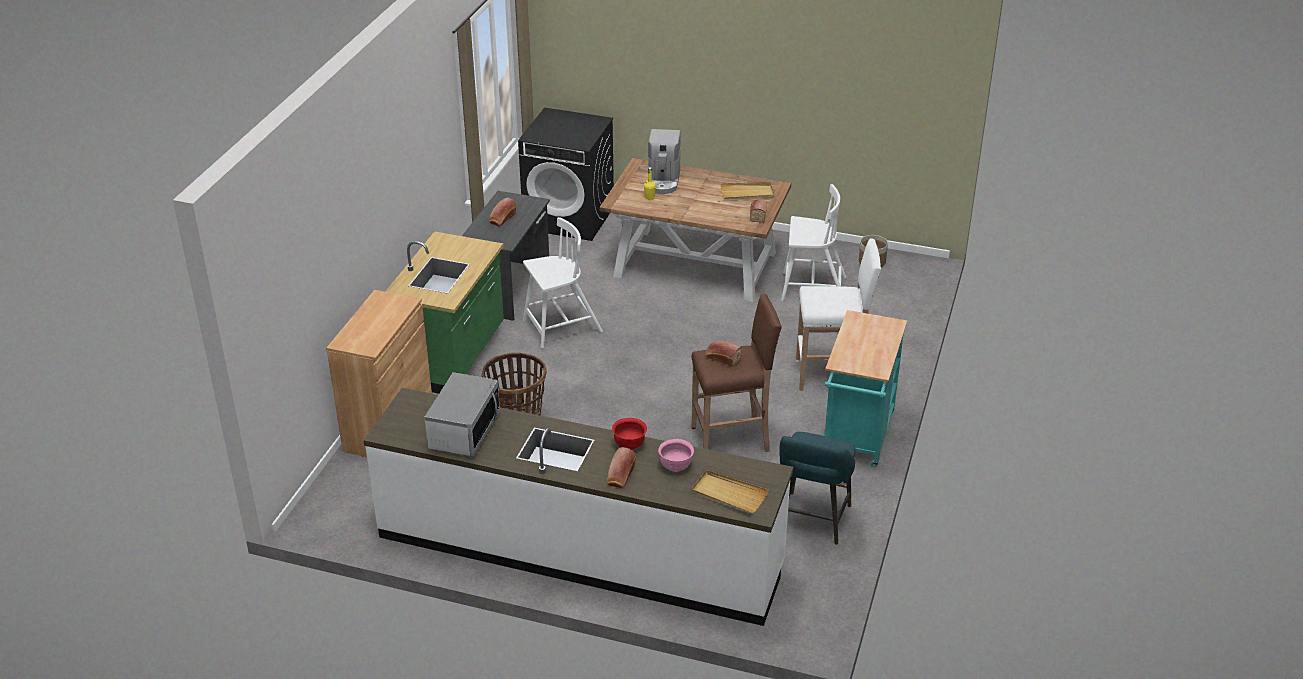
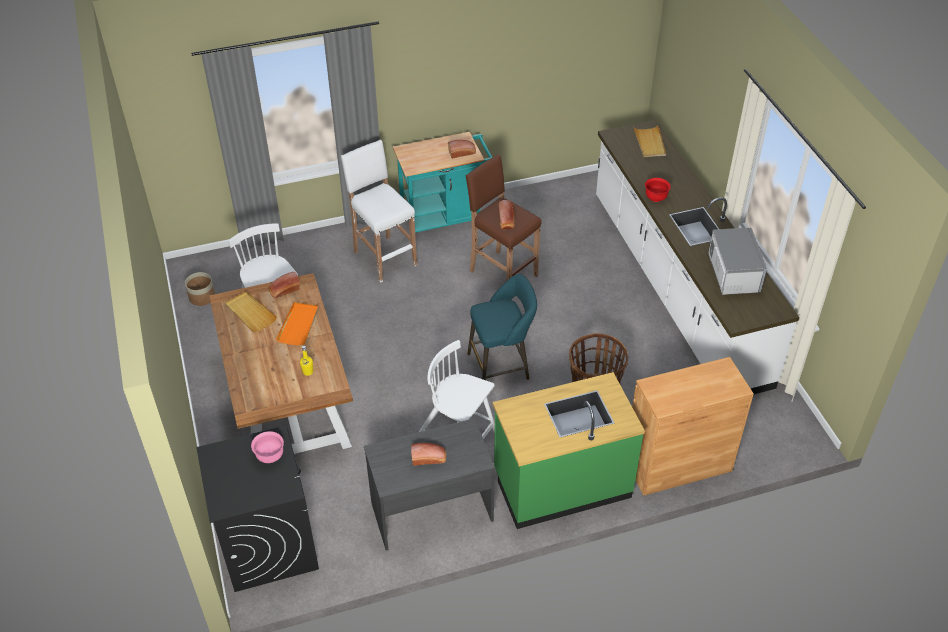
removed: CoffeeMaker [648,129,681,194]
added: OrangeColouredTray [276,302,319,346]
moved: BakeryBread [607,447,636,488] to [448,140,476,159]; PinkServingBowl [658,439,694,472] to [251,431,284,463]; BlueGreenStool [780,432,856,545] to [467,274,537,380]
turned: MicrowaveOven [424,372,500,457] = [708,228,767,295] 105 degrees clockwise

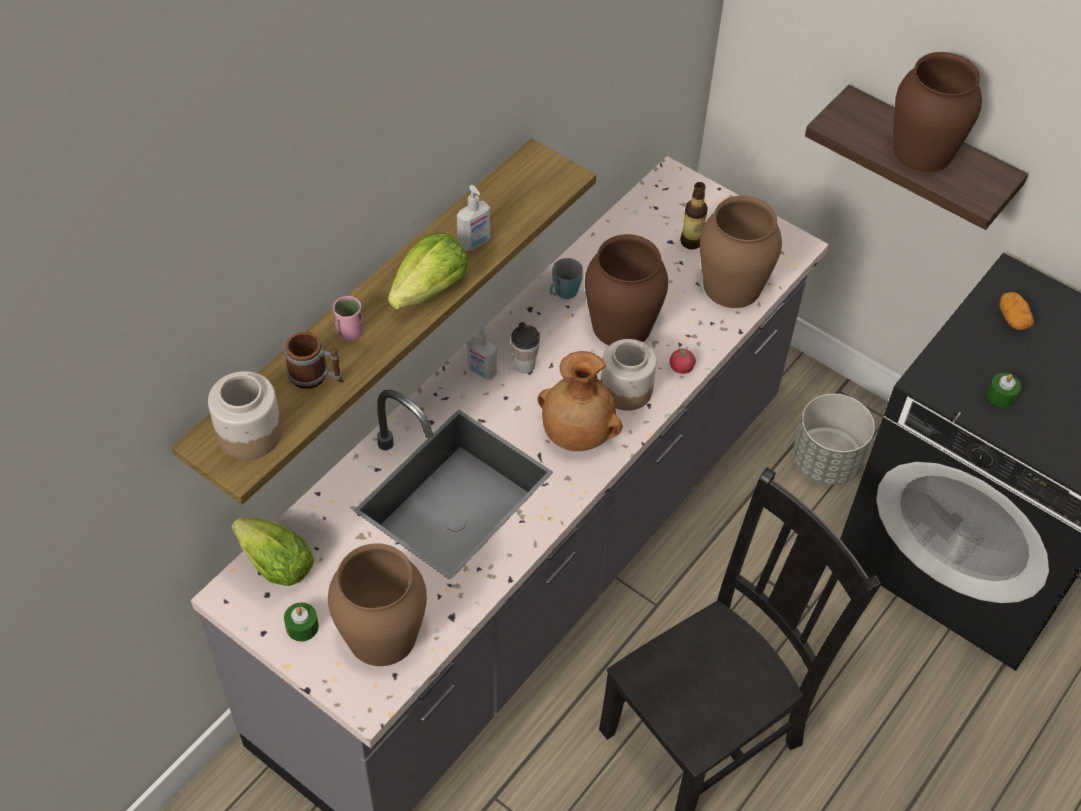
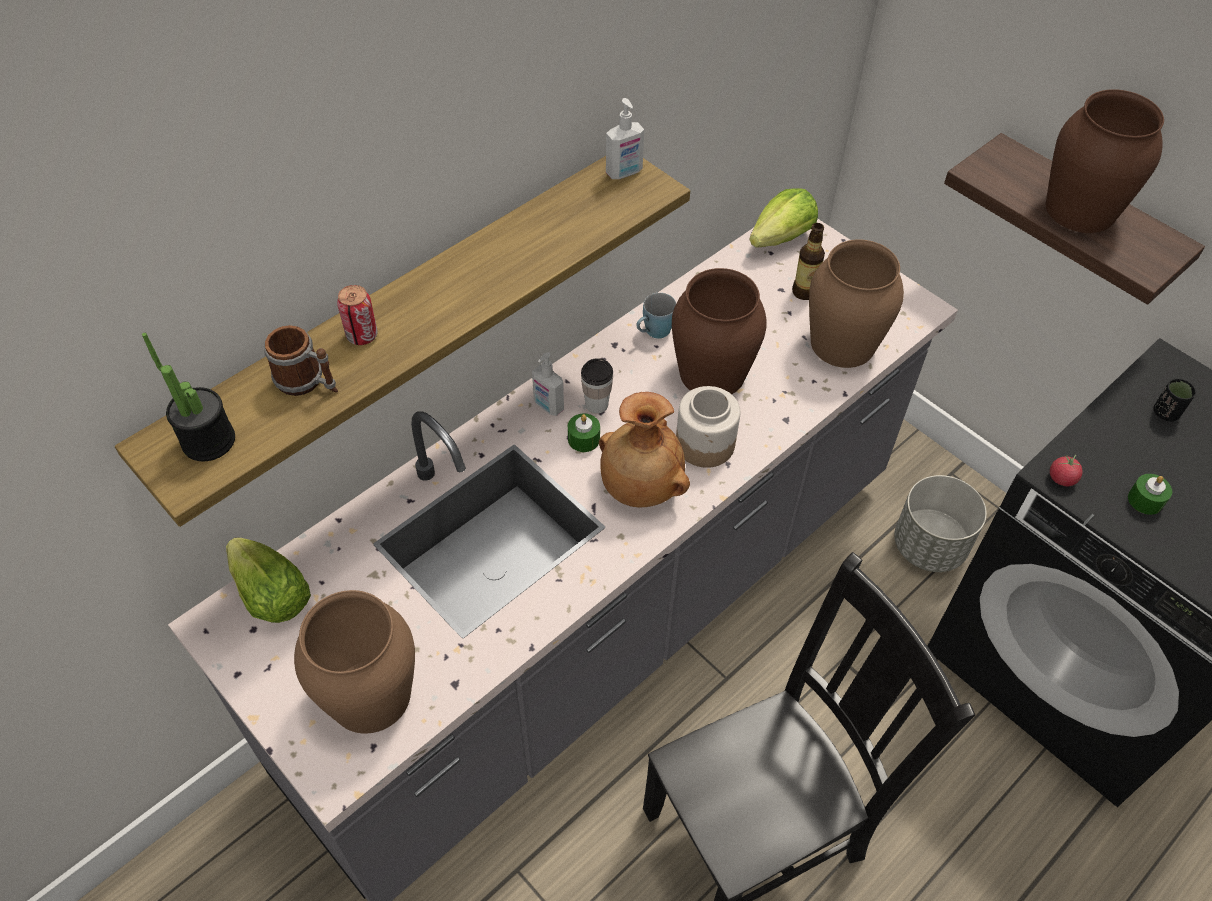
moved: GreenColouredCandle [284,602,319,641] to [568,413,600,452]; HeadOfLettuce [388,233,468,309] to [749,188,818,247]; SoapDispenser [457,185,490,251] to [606,98,644,179]; Tomato [670,346,695,374] to [1050,455,1083,486]
replaced: Jar [208,371,282,460] to PlantInAPot [142,333,235,461]; PinkDrinkingCup [333,296,364,341] to MetalCan [337,285,378,345]; Potato [999,292,1034,330] to BlackColouredDrinkingCup [1154,378,1196,421]

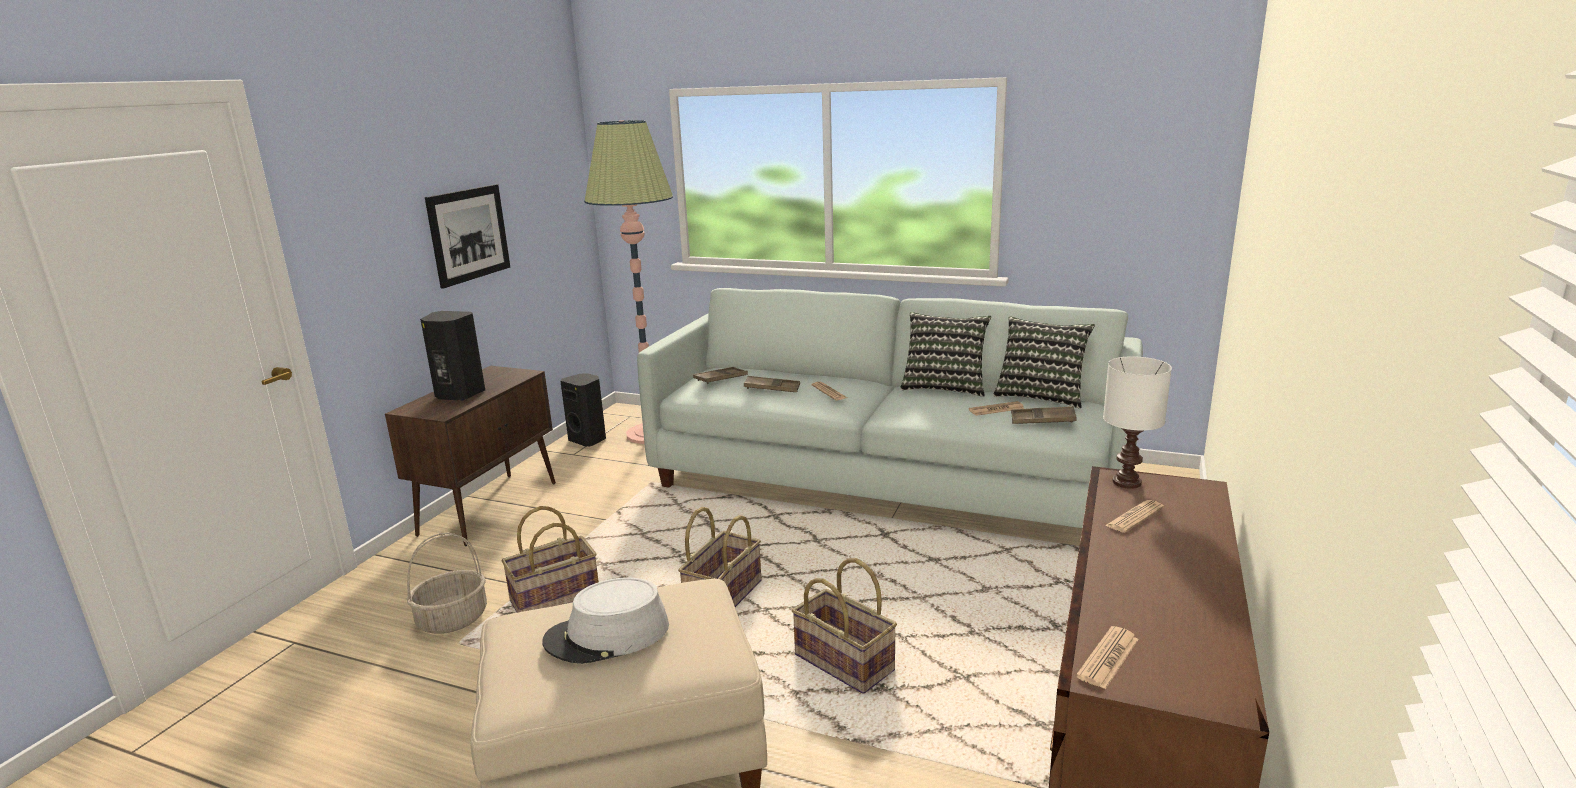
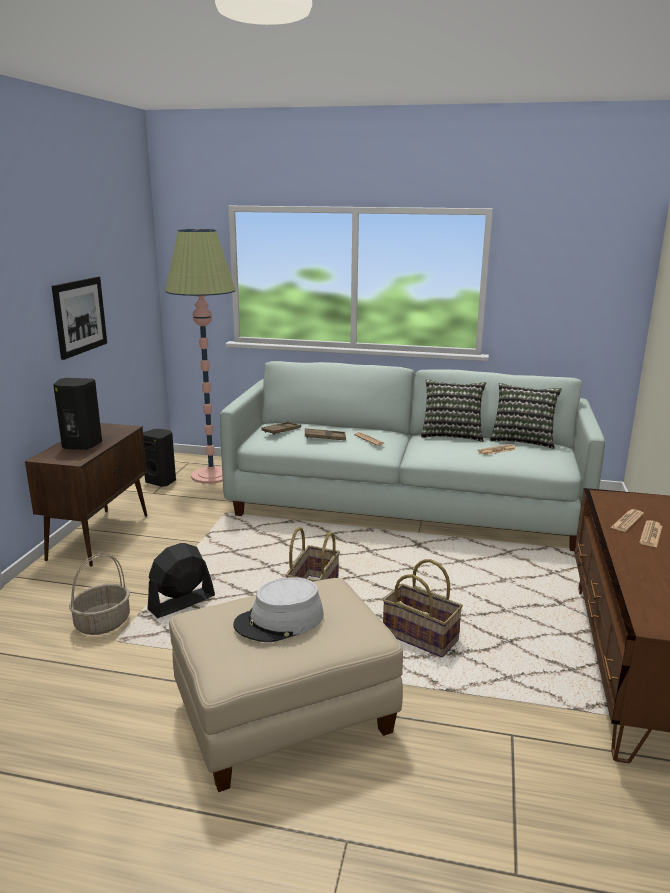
removed: BrownishTray [1011,406,1077,424]; WhiteLampForATable [1103,356,1172,489]
moved: DailyPaper [1076,626,1139,689] to [639,520,662,548]
replaced: HouseholdBasket [502,506,599,613] to BlackColouredCoolingFan [148,543,215,618]

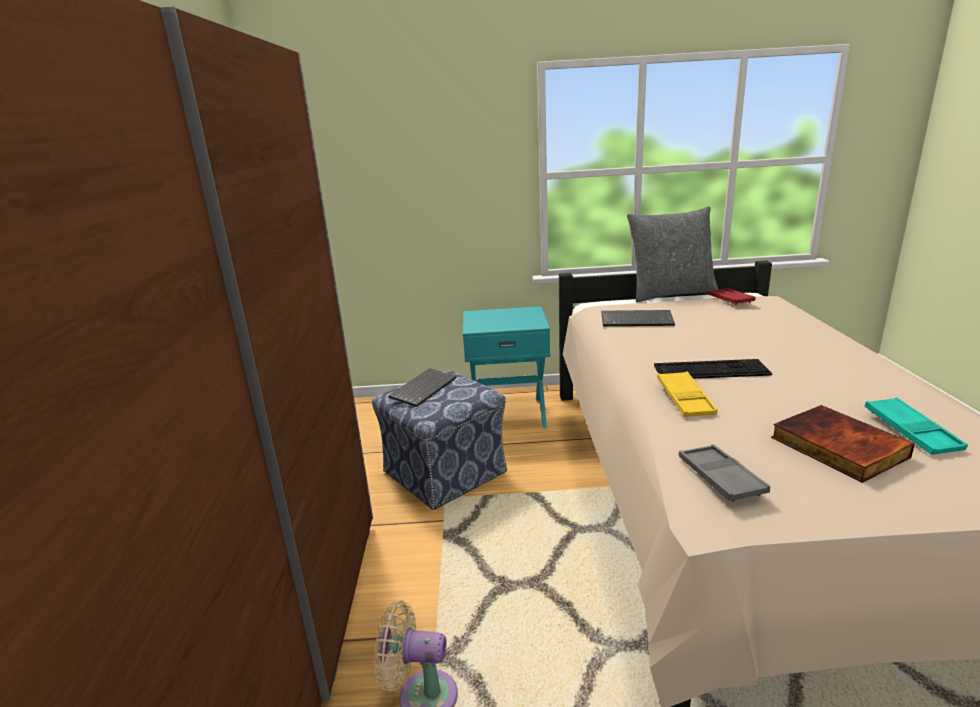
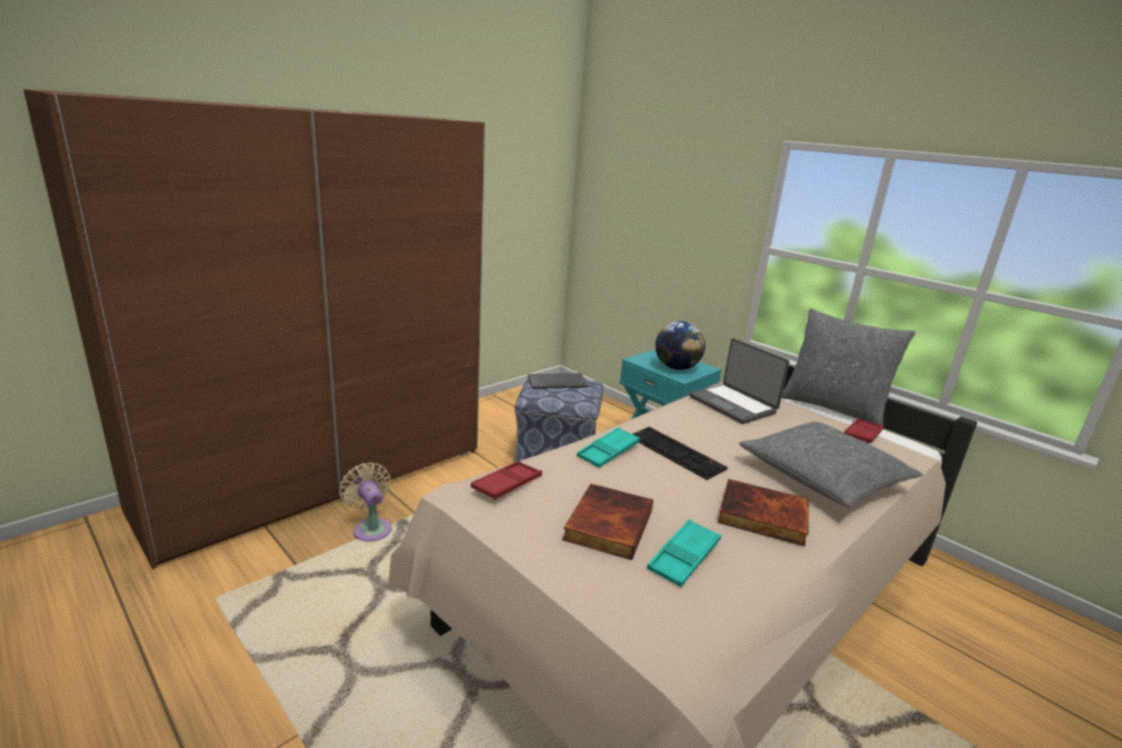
added: Globe [655,321,705,370]; BoundBook [718,479,809,546]; GrayThrowPillow [739,422,923,508]
replaced: Keyboard [601,310,675,326] to Laptop [689,338,790,424]
recoloured: YellowTray [657,372,718,417] to BlueGreenTray [577,427,640,468]; GrayTray [679,444,770,502] to RedColouredTray [471,461,542,500]

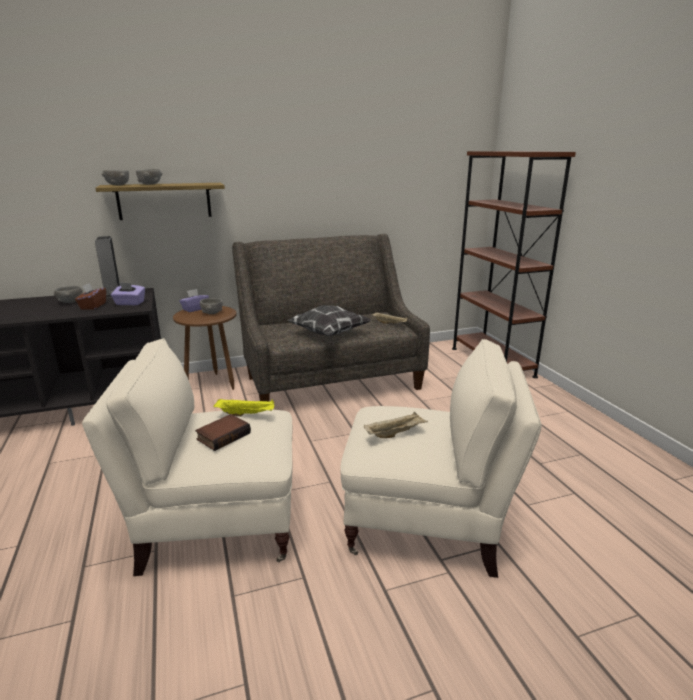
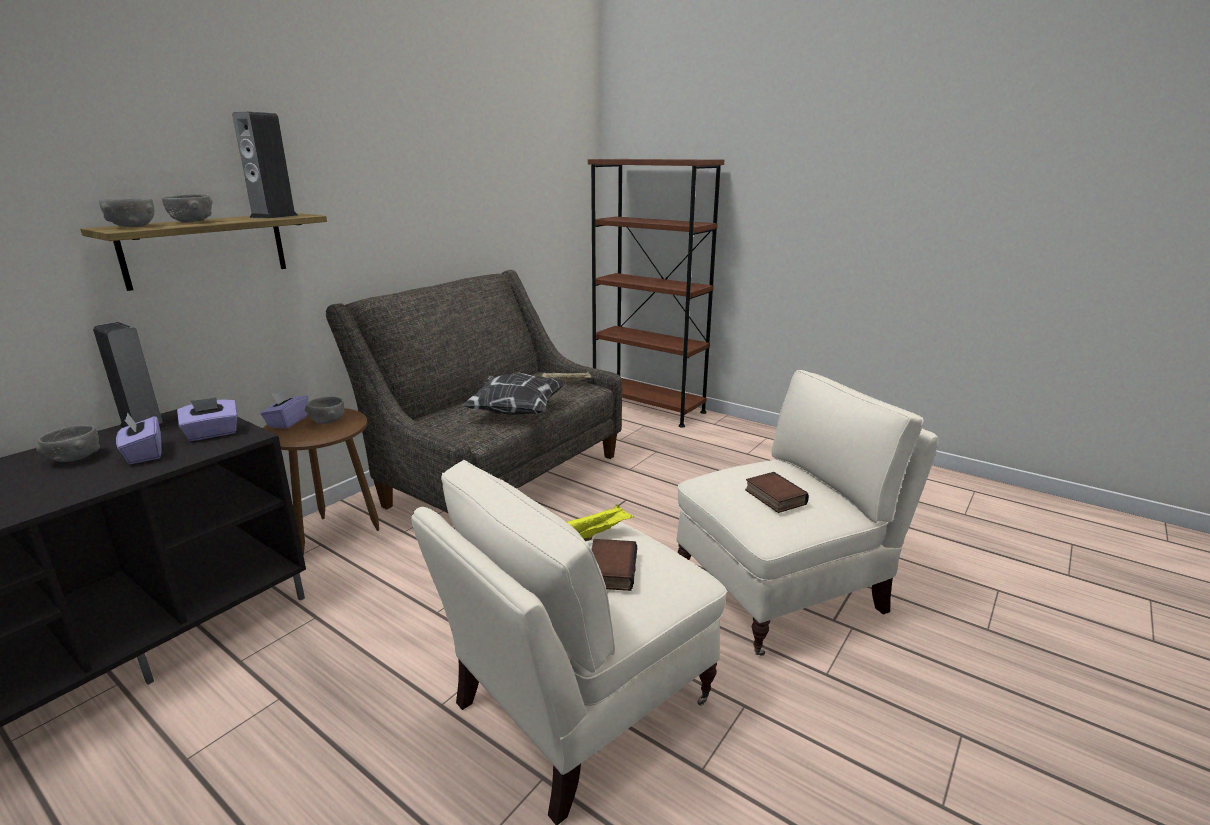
added: Speaker [233,111,298,219]
replaced: BeigeTray [364,412,428,438] to BoundBook [745,472,809,513]
recoloured: BrownishTissueHolder [75,283,106,310] to PurpleColouredTissueHolder [116,412,161,464]

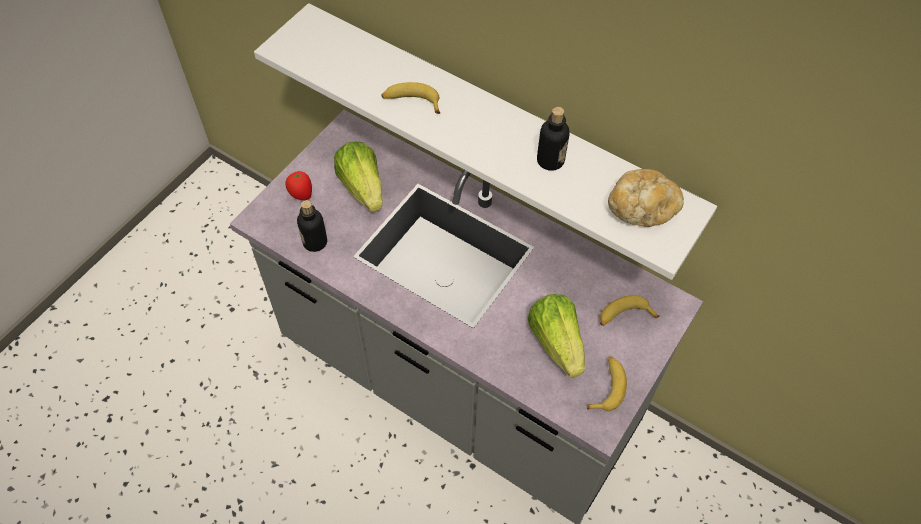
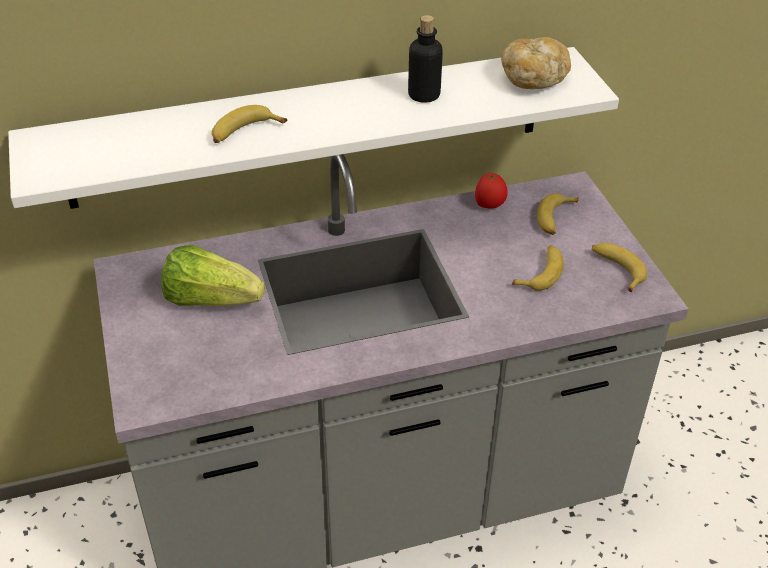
removed: Bottle [297,200,327,252]
moved: Tomato [286,171,312,200] to [475,173,508,209]
replaced: HeadOfLettuce [528,294,585,378] to BananaFruit [512,245,564,291]

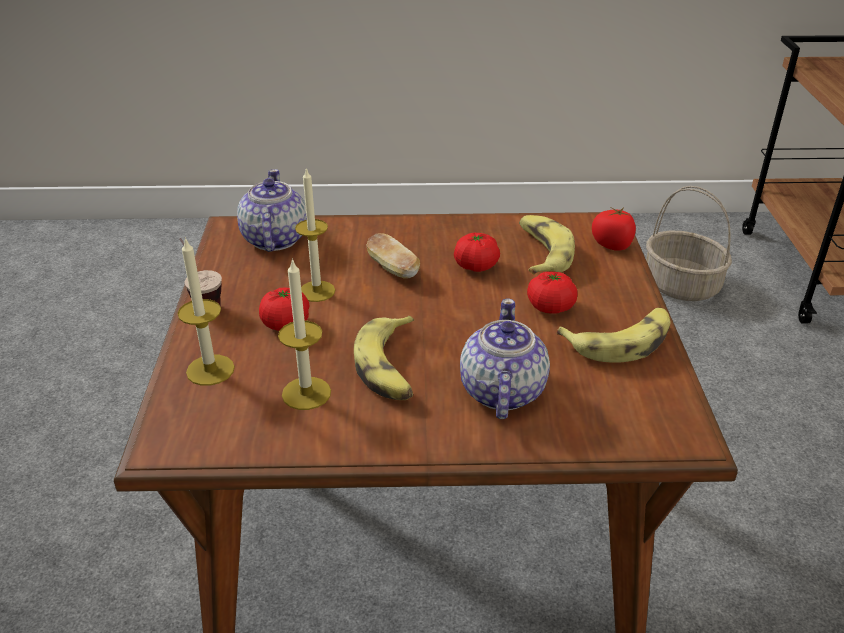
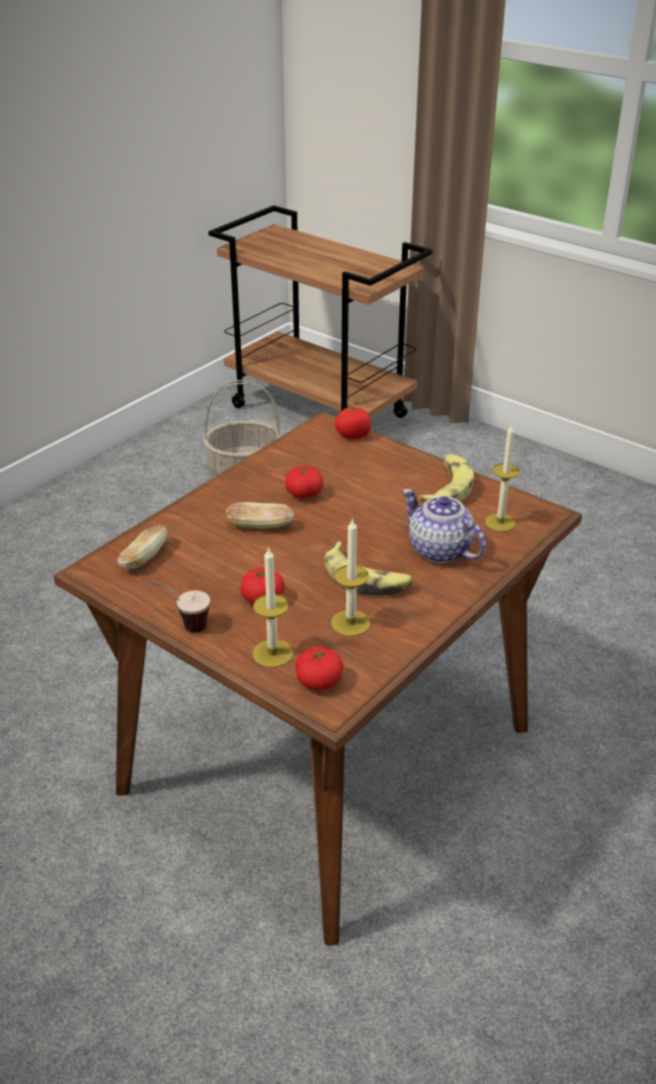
removed: BananaFruit [519,215,575,274]
moved: Candle [295,167,335,302] to [485,424,520,531]; Tomato [527,272,577,314] to [295,647,344,690]
replaced: PotForTea [237,169,307,252] to BakeryBread [117,525,167,569]

